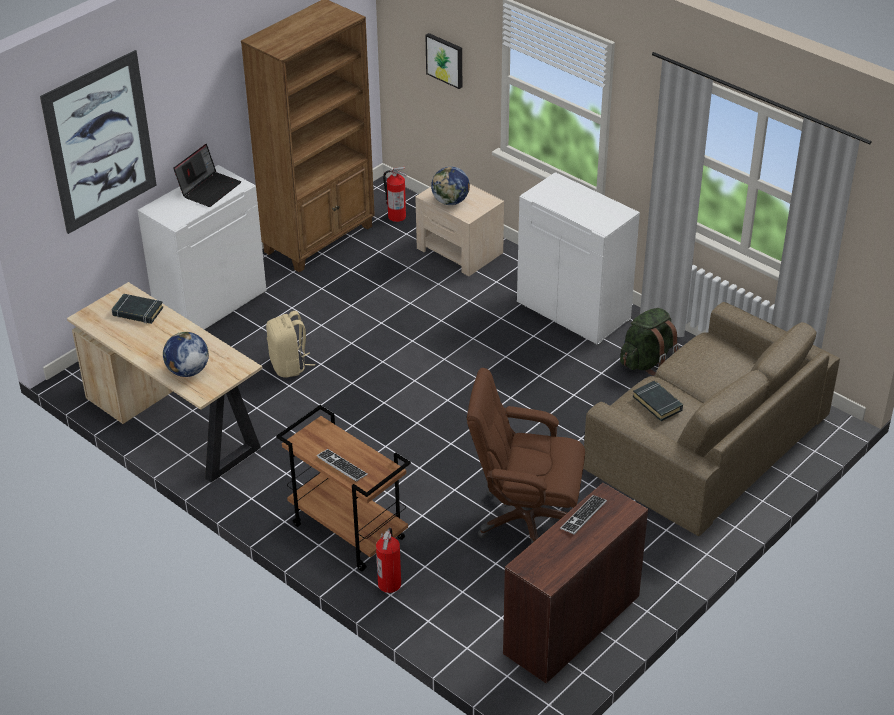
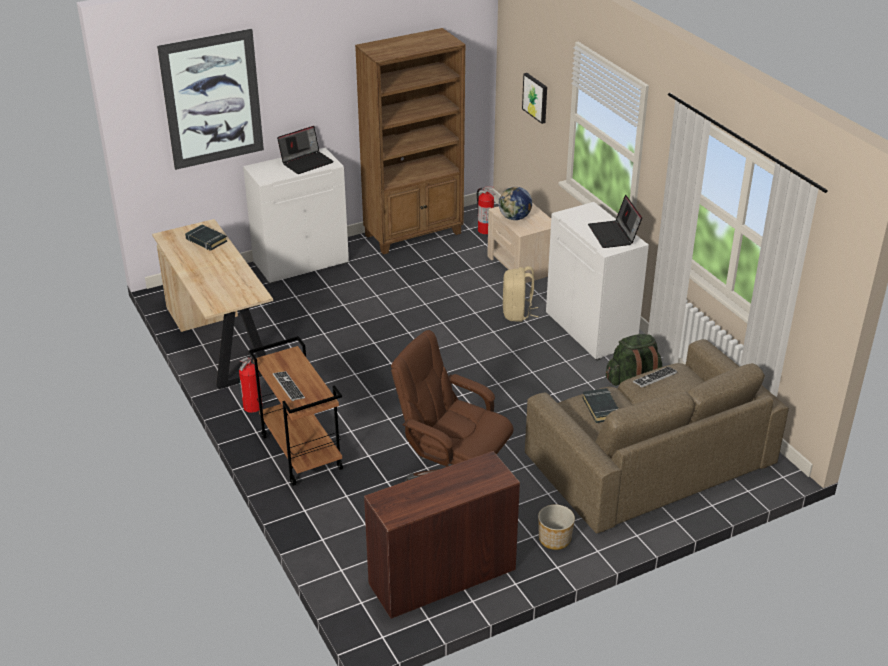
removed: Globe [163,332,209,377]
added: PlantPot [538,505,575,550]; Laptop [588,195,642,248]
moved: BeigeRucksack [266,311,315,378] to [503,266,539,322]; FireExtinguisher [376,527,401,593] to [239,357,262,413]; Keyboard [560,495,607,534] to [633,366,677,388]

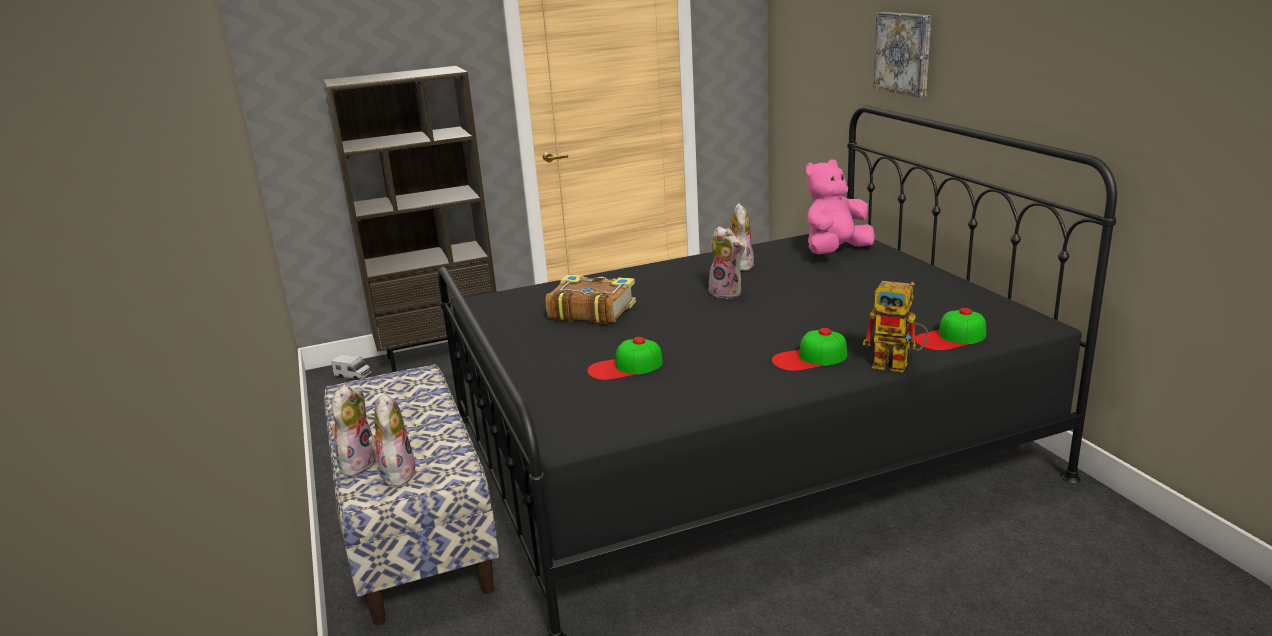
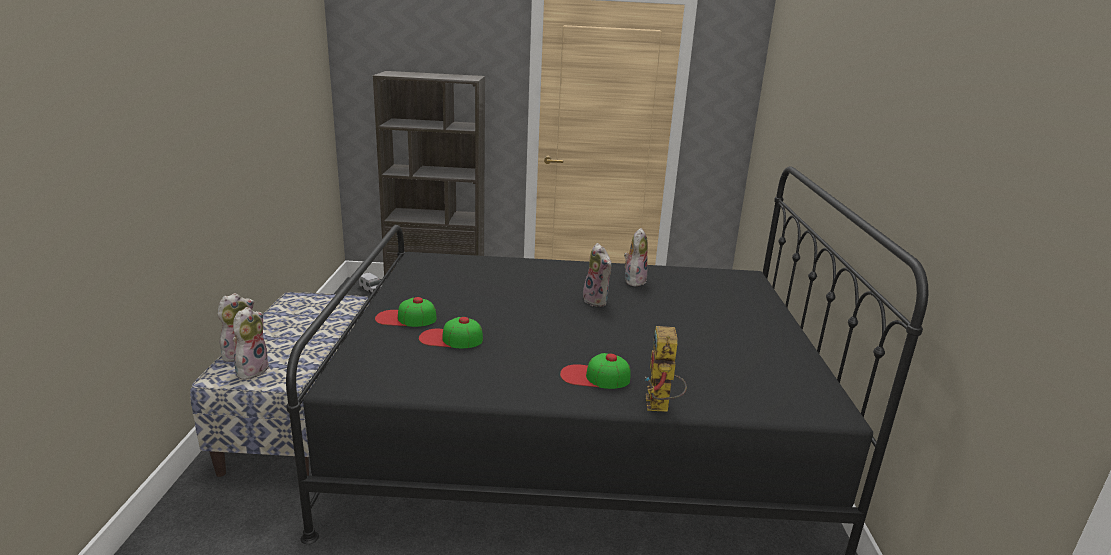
removed: BoundBook [546,274,636,324]; PinkCuddlyToy [806,159,875,254]; Picture [874,12,931,97]
moved: PeakedCap [915,308,986,350] to [375,297,437,327]
turned: RobotFigure [862,281,928,373] = [645,326,687,412] 45 degrees clockwise

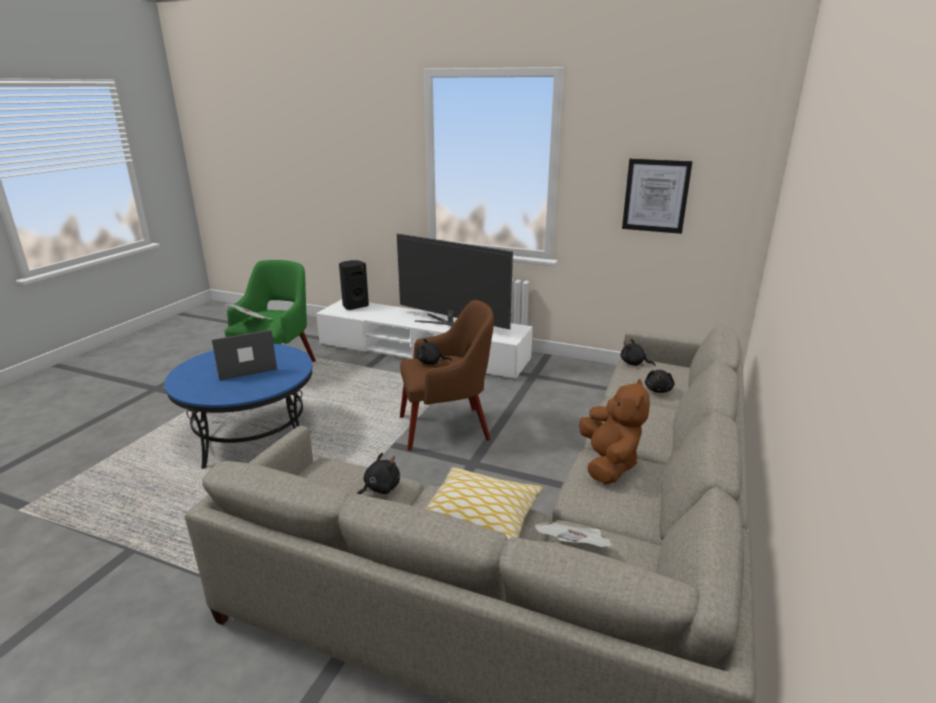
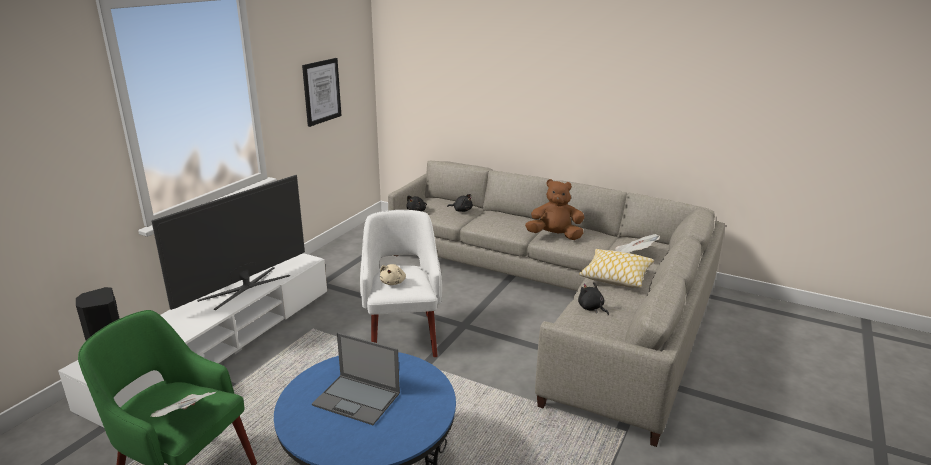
recoloured: BrownishLoungeChair [400,300,494,451] to WhiteLoungeChair [360,210,442,357]; BlackColouredCuddlyToy [416,338,452,365] to BeigeCuddlyToy [380,264,406,285]
turned: Laptop [212,330,277,380] = [312,333,400,425] 45 degrees counterclockwise

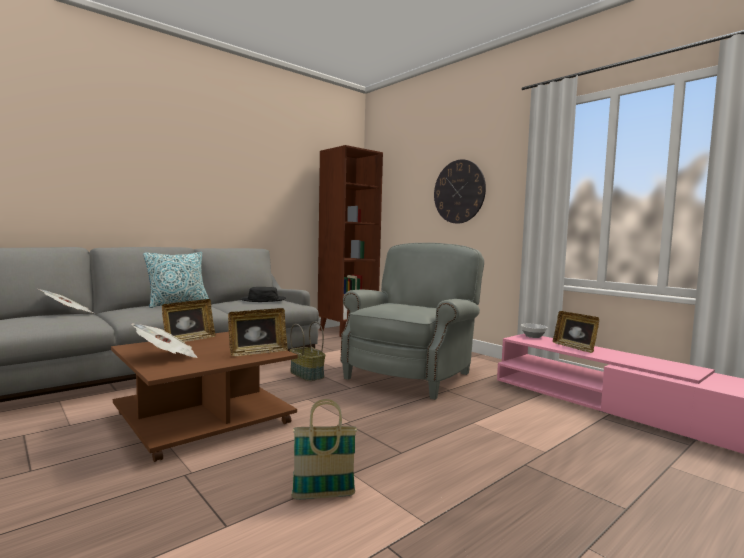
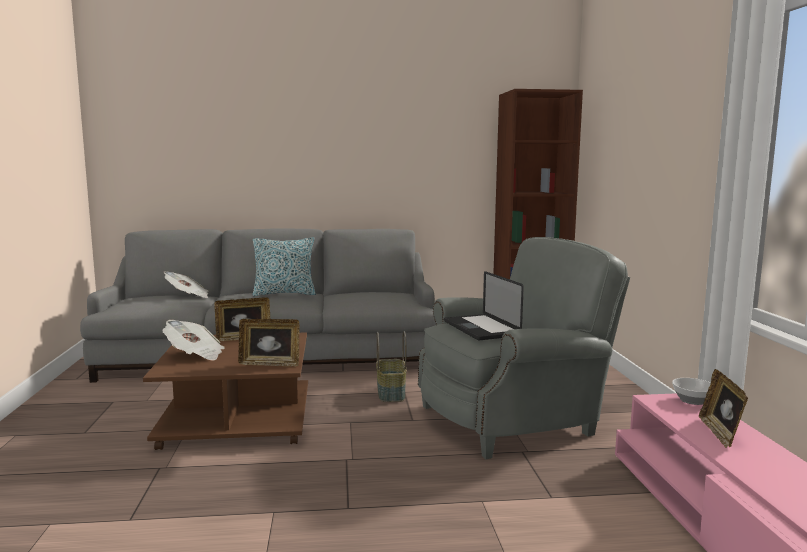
removed: BlackColouredClothingHat [240,287,286,302]; HouseholdBasket [292,399,357,499]; HangingClock [434,159,486,224]
added: Laptop [444,271,524,340]

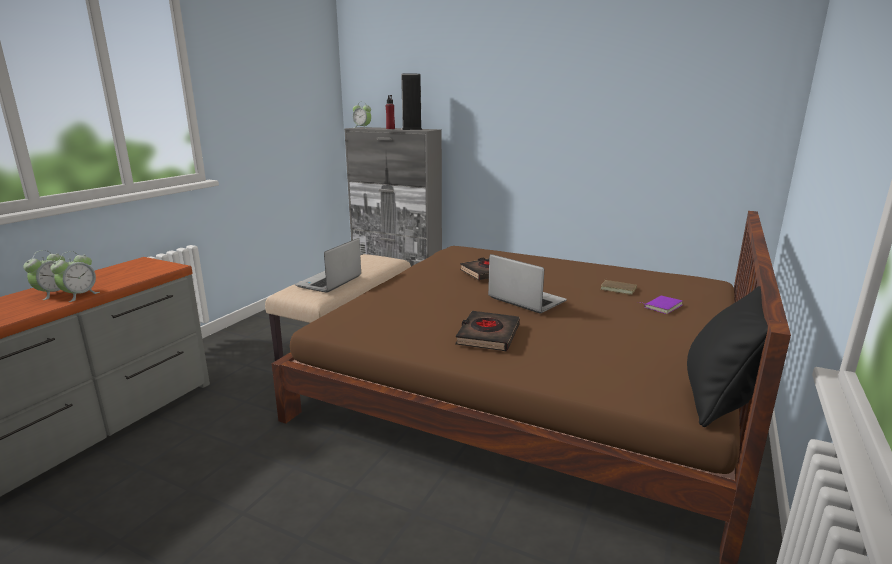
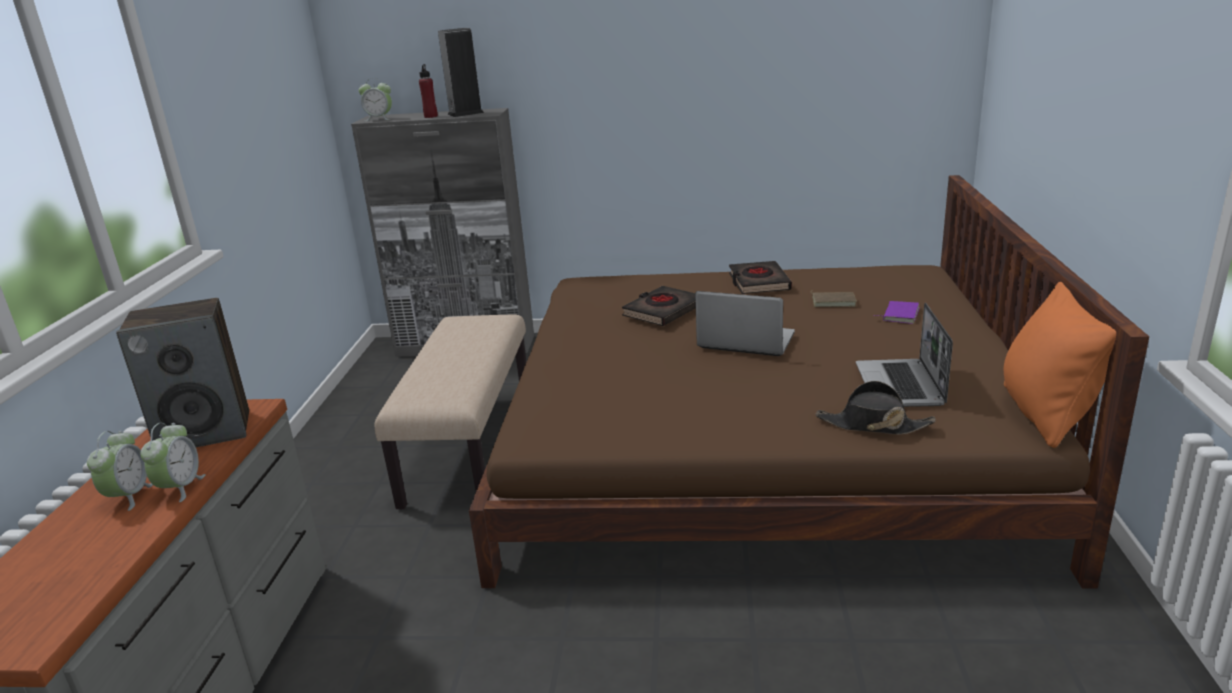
added: Speaker [116,298,249,447]; BlackColouredClothingHat [816,381,936,435]
moved: Laptop [295,238,361,293] to [856,303,953,407]; BlackColouredBoundBook [455,311,520,351] to [729,261,792,294]
recoloured: BlackColouredThrowPillow [687,286,768,427] to OrangeColouredThrowPillow [1004,282,1116,448]

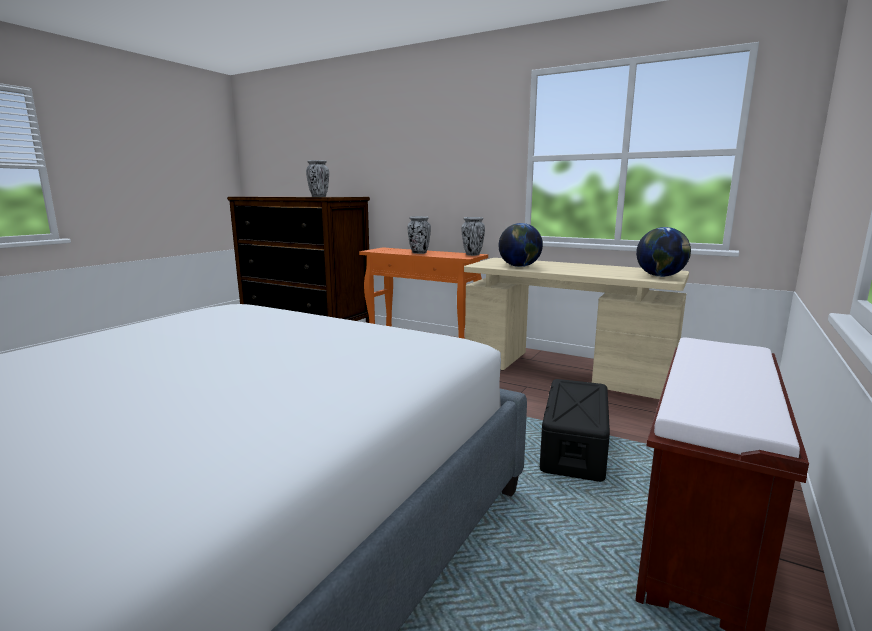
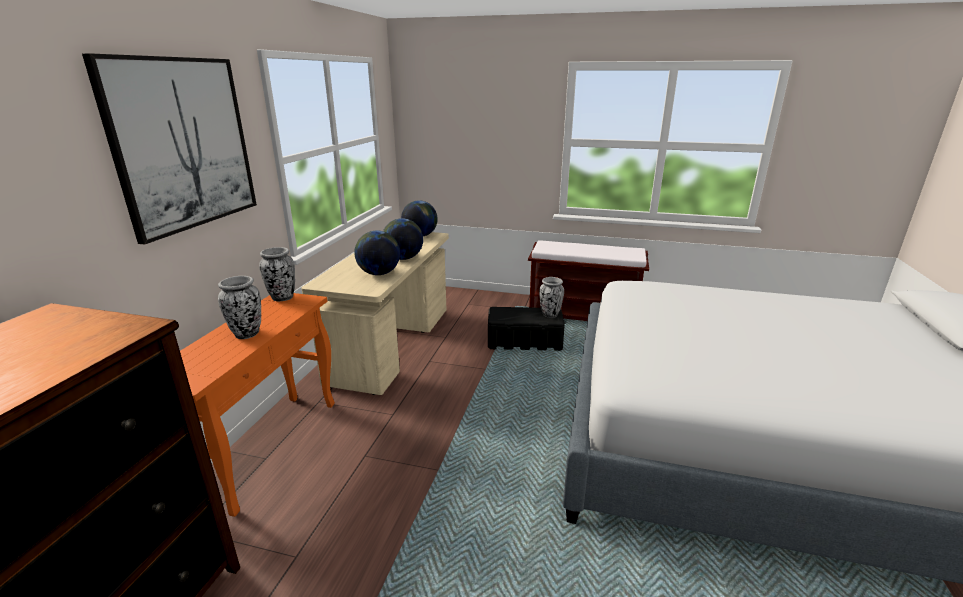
added: Picture [82,53,257,245]; Globe [383,218,423,260]
moved: DecorativeVase [306,160,329,197] to [539,277,564,318]

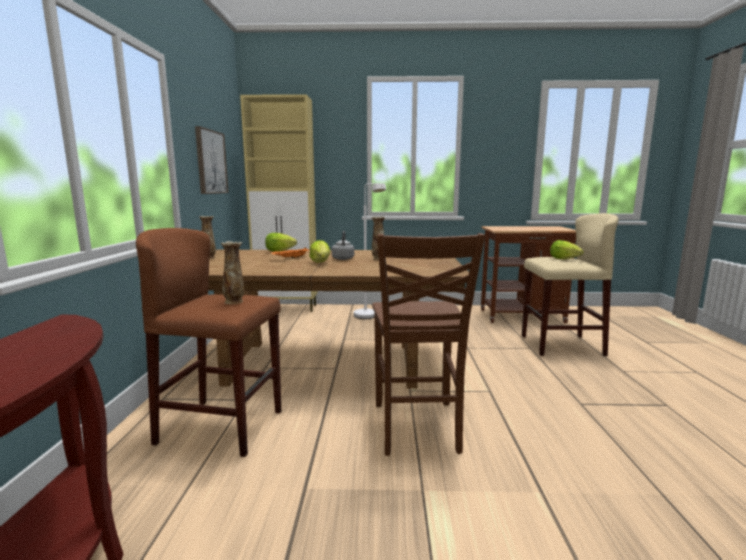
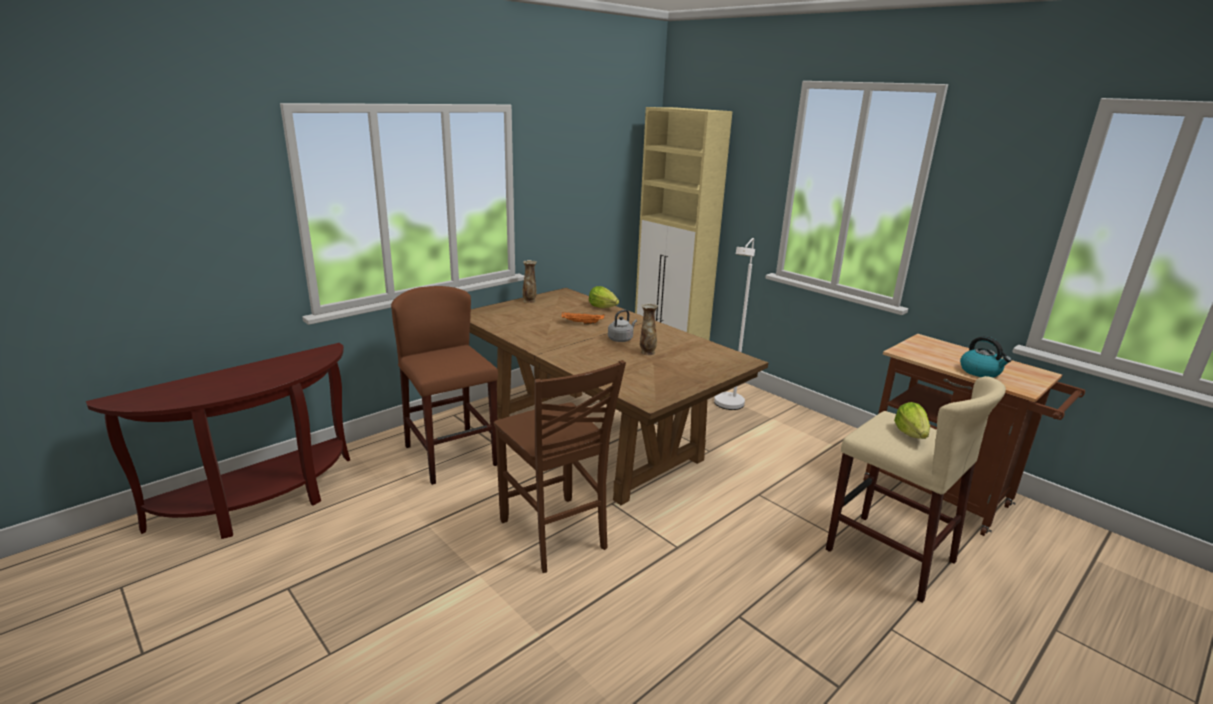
removed: Picture [195,126,229,194]; DecorativeVase [221,241,244,304]; HeadOfLettuce [309,240,330,263]
added: WaterKettle [960,336,1012,378]
turned: BrownishPlainChair [372,233,485,456] = [494,360,626,573] 75 degrees counterclockwise

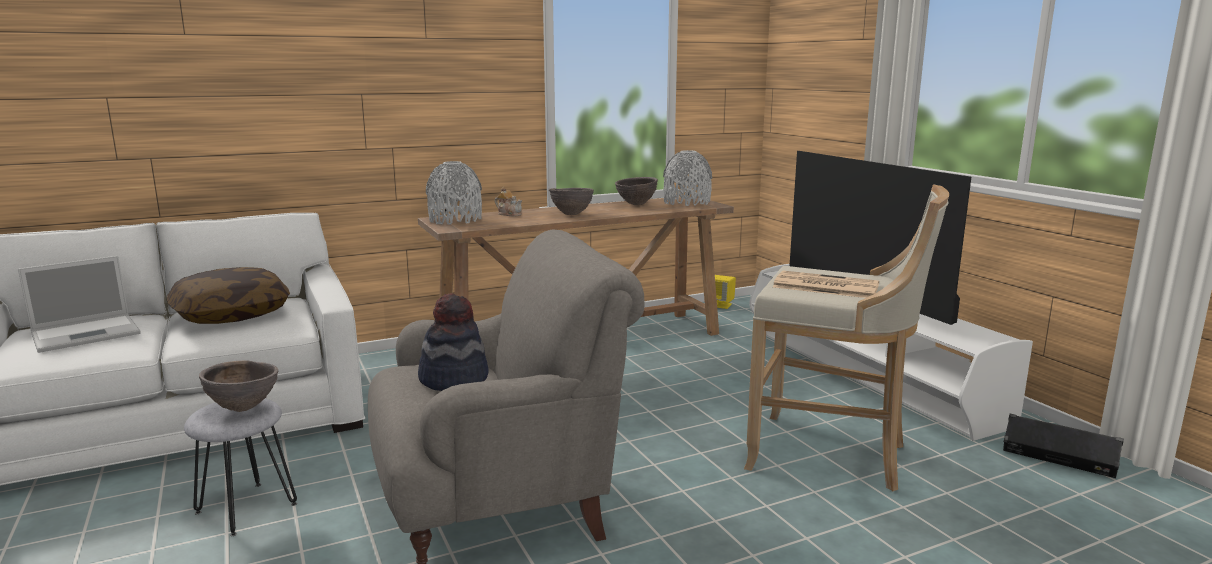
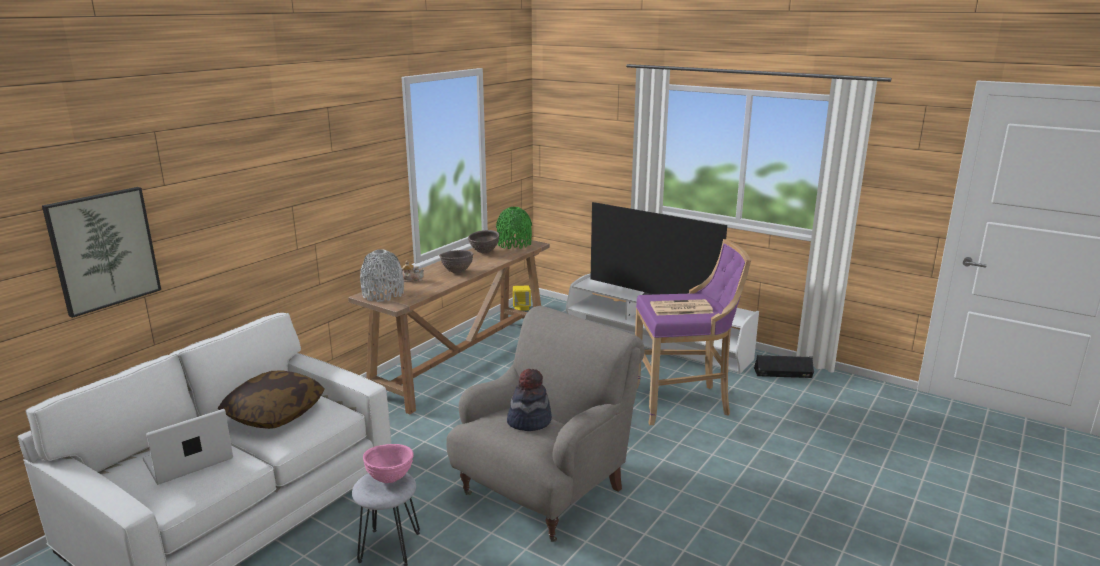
added: Picture [42,187,161,318]
recoloured: BrownishServingBowl [199,360,278,412] to PinkServingBowl [363,444,413,483]; GrayDecorativeVase [663,150,712,206] to GreenColouredDecorativeVase [496,207,532,249]; BeigeStool [744,184,949,491] to PurpleColouredStool [635,239,751,425]
turned: Laptop [18,256,141,353] = [143,409,233,485] 150 degrees counterclockwise

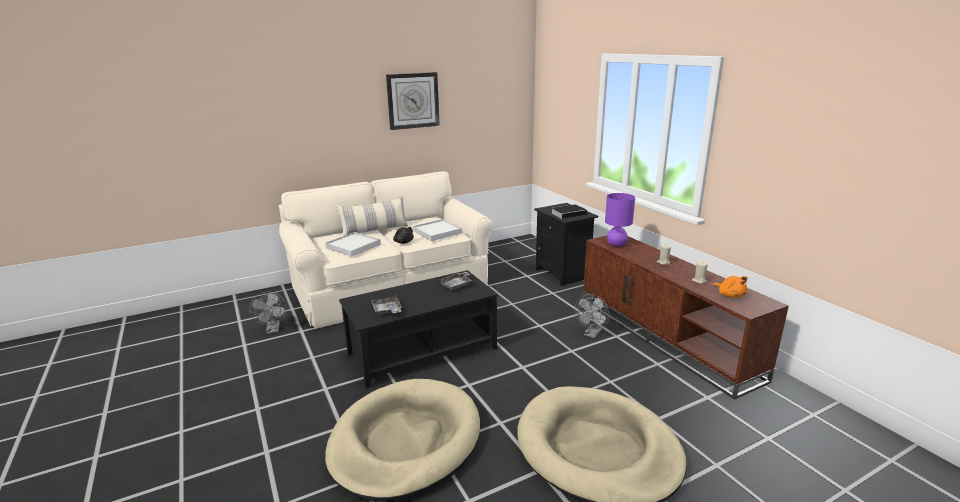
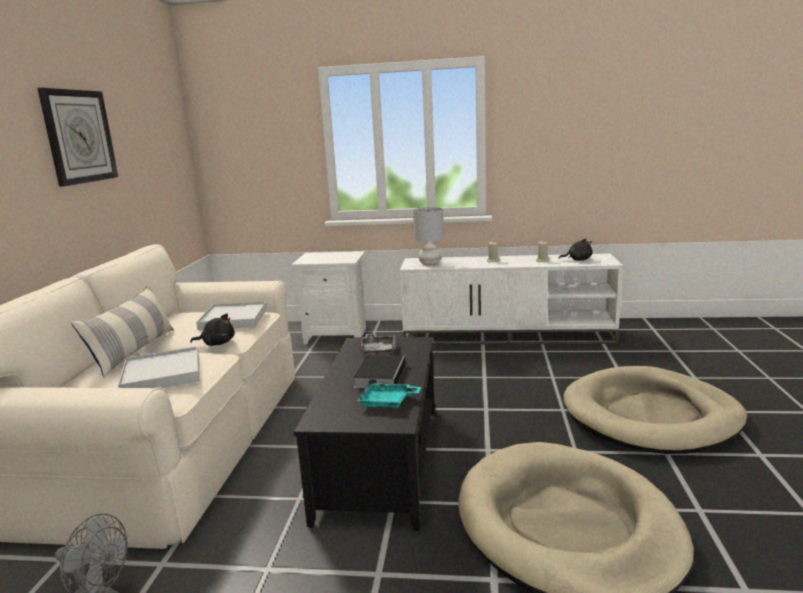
removed: GrayCoolingFan [575,294,609,338]
moved: BoundBook [551,204,587,219] to [353,355,405,388]
recoloured: GrayTray [371,294,402,315] to BlueGreenTray [357,379,421,408]; BlackColouredBedsideTable [534,203,598,286] to WhiteBedsideTable [291,251,366,344]; BrownishTvStand [583,236,789,400] to WhiteTvStand [400,253,623,345]; PurpleColouredLampForATable [605,193,635,246] to GrayLampForATable [413,207,444,266]; OrangeColouredCuddlyToy [713,276,748,298] to BlackColouredCuddlyToy [559,239,593,261]

